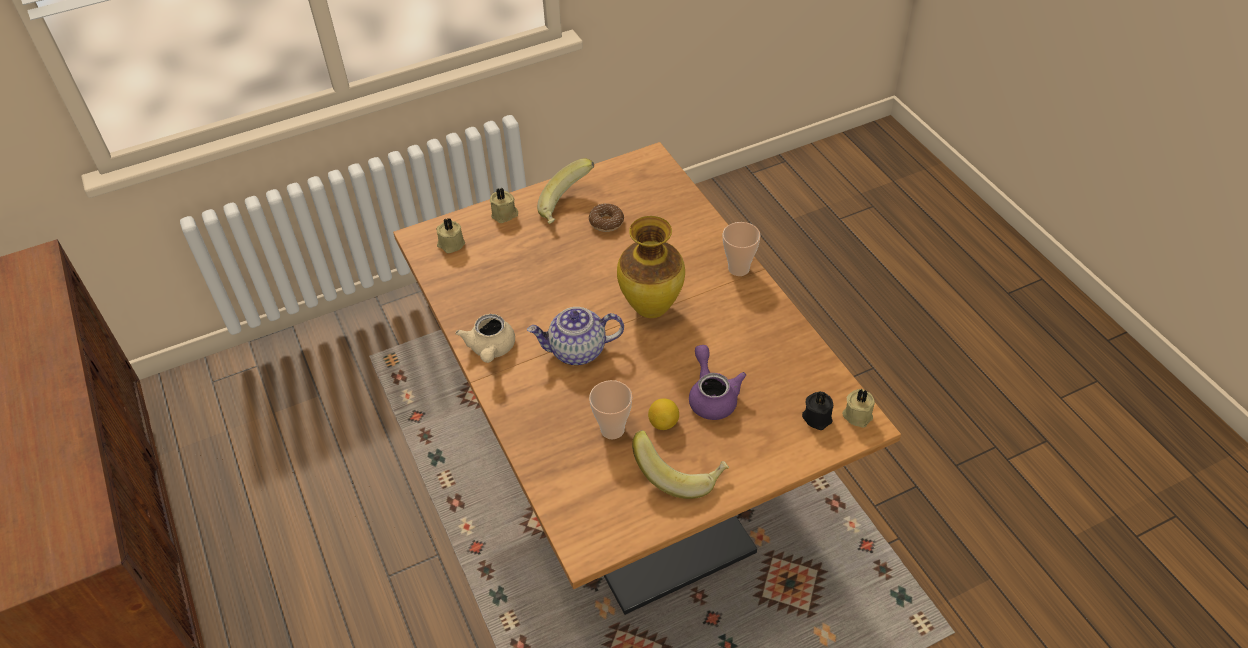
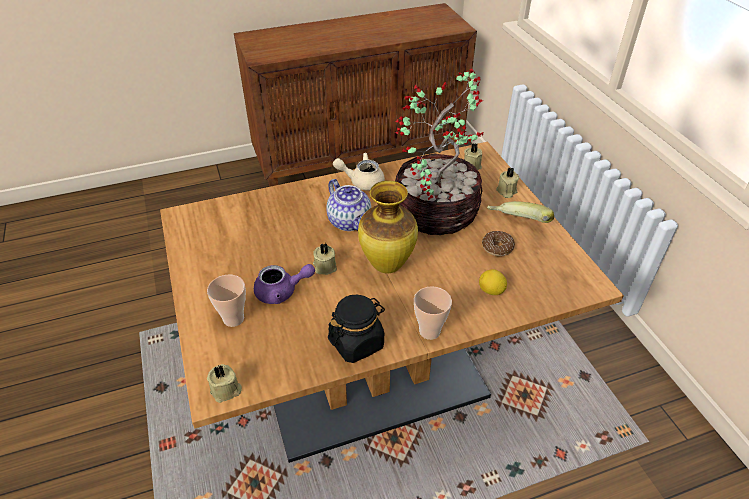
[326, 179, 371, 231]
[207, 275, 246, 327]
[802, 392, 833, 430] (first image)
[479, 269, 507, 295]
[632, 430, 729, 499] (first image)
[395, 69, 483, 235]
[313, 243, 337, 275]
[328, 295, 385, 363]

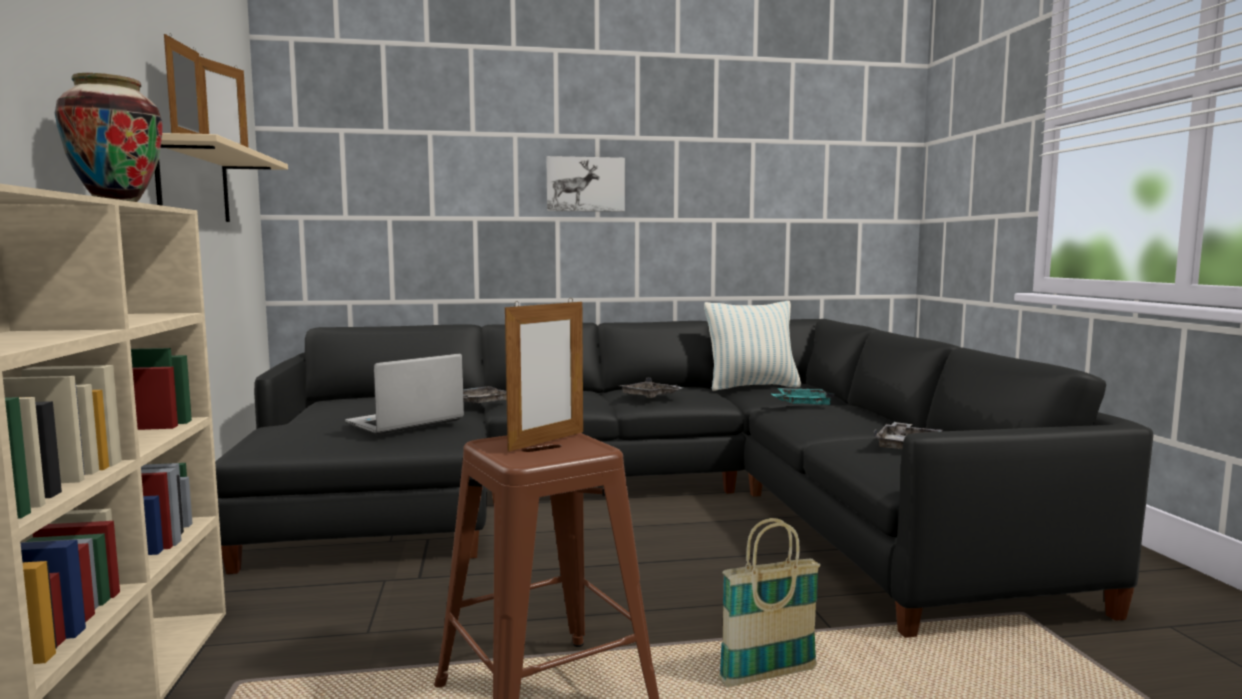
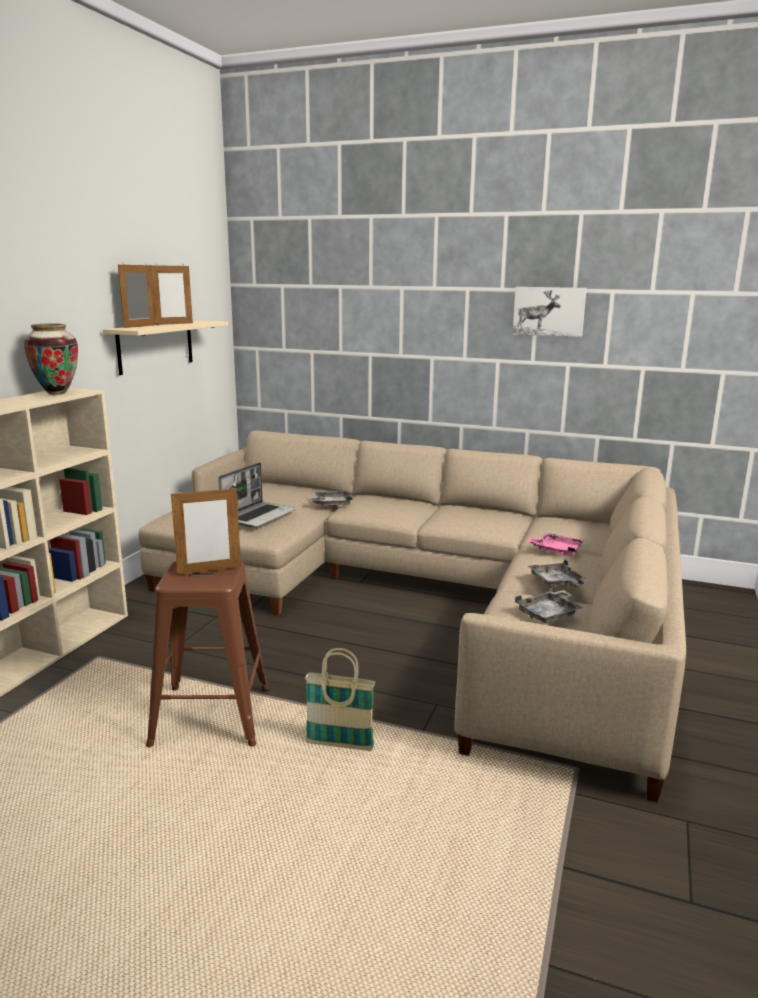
[513, 287, 587, 337]
[704, 301, 801, 391] (first image)
[138, 430, 686, 803]
[218, 462, 296, 528]
[528, 560, 588, 588]
[526, 532, 584, 557]

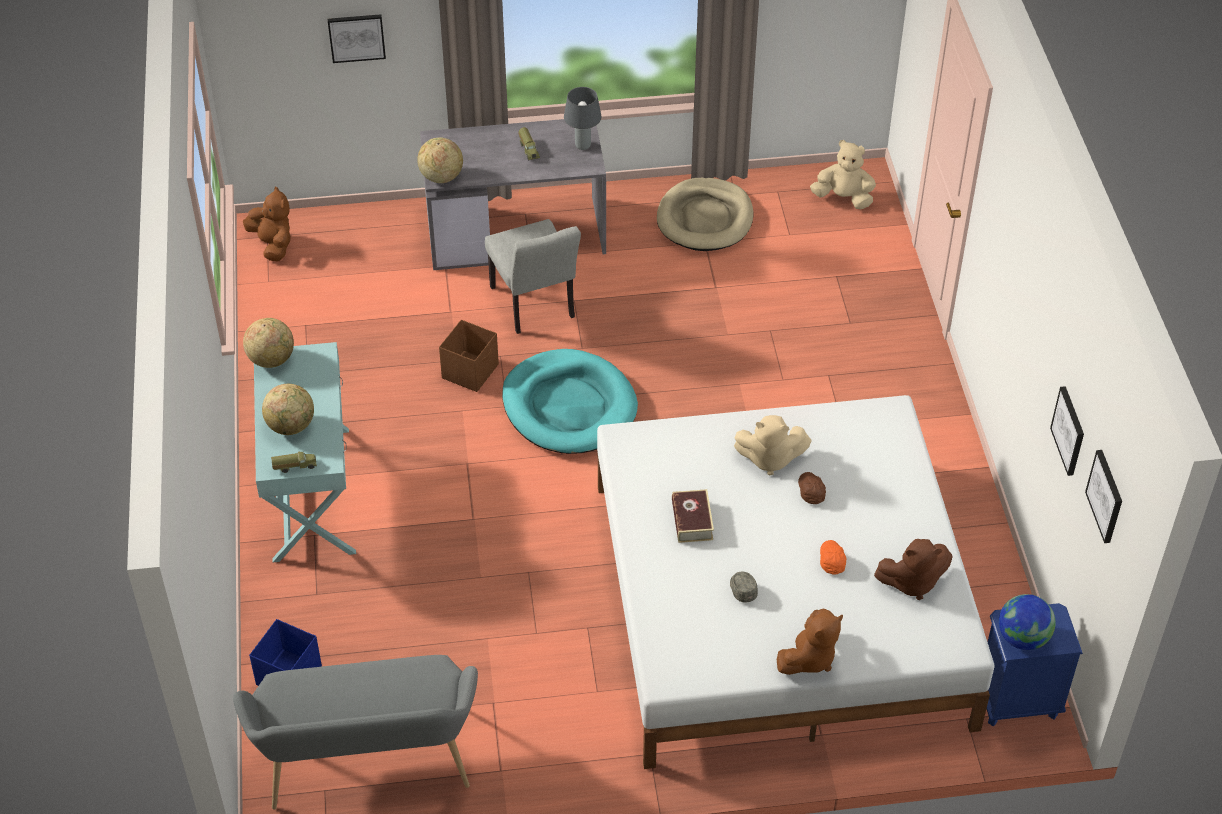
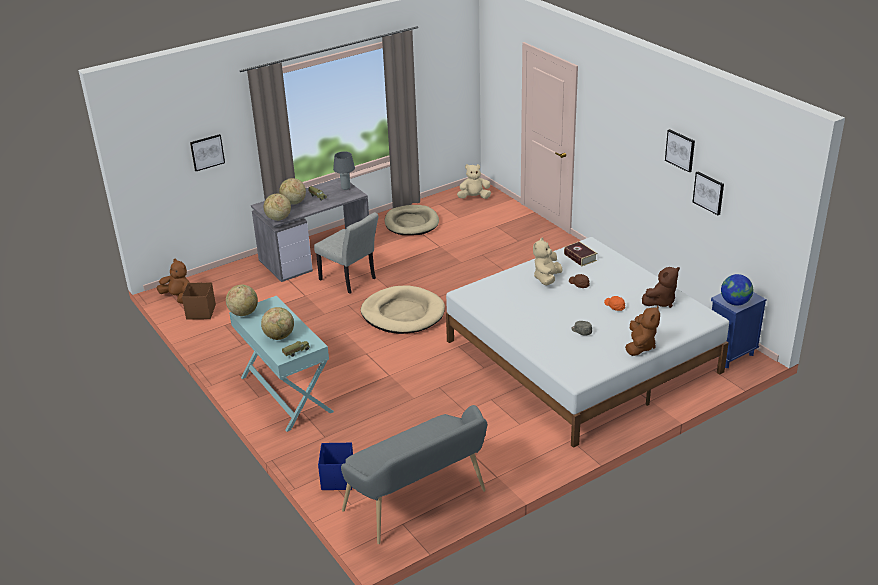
[182, 282, 216, 320]
[361, 286, 445, 334]
[533, 238, 563, 285]
[665, 129, 695, 173]
[564, 241, 597, 266]
[279, 178, 306, 205]

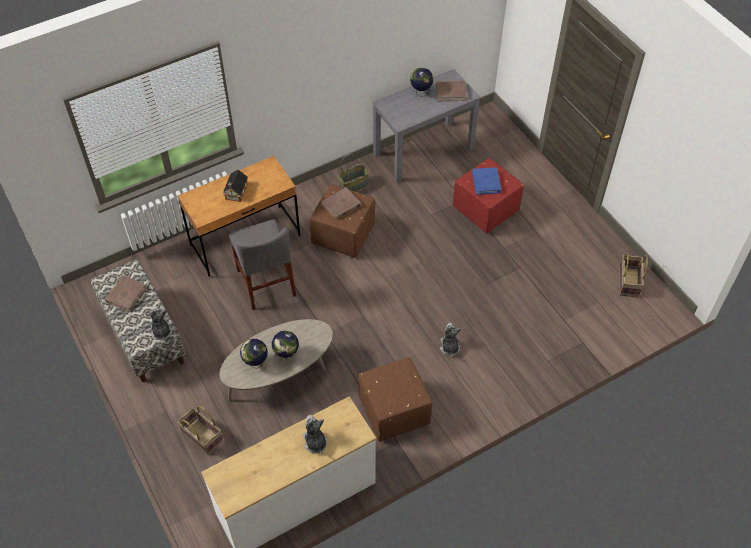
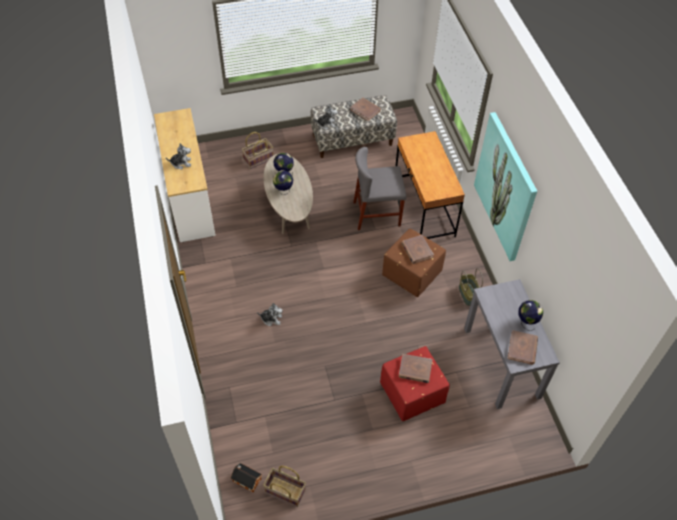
[399, 354, 433, 383]
[230, 463, 262, 492]
[358, 357, 432, 442] (first image)
[474, 112, 537, 261]

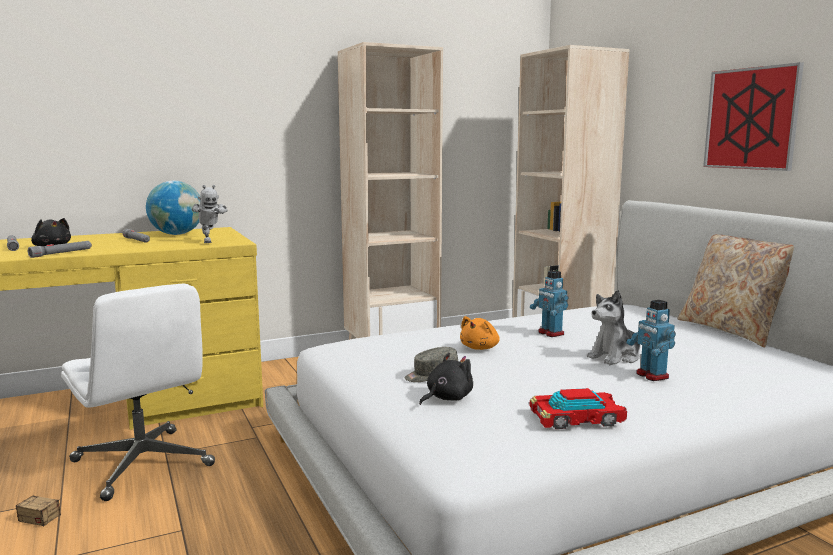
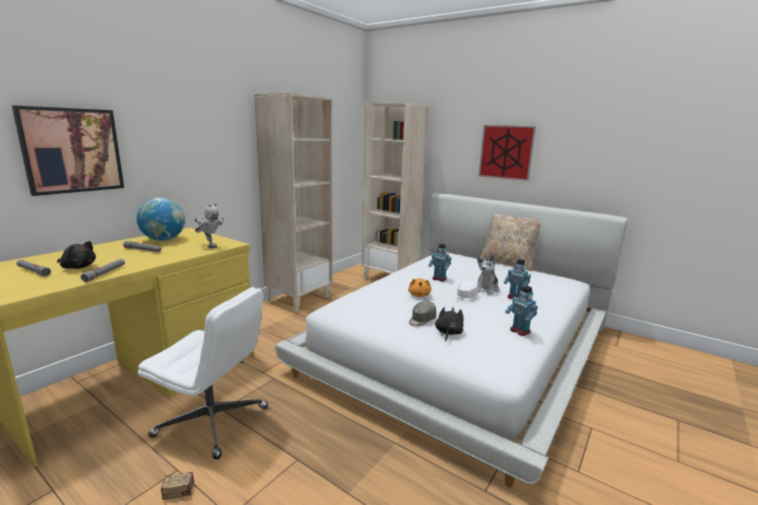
[505, 285, 538, 336]
[12, 105, 124, 196]
[455, 281, 478, 302]

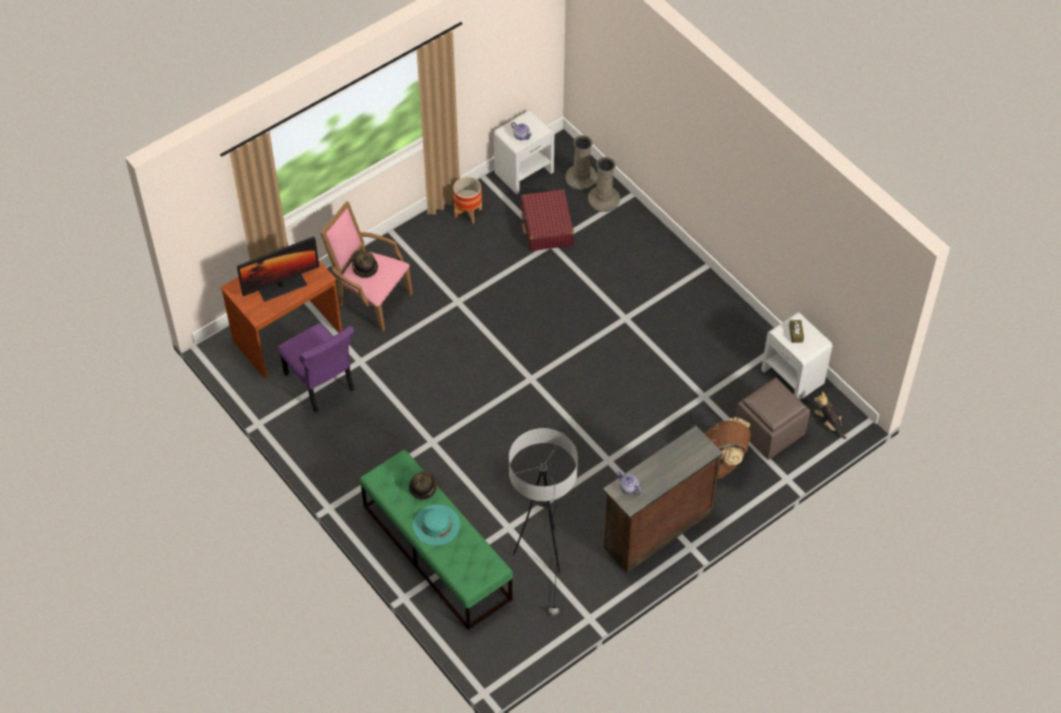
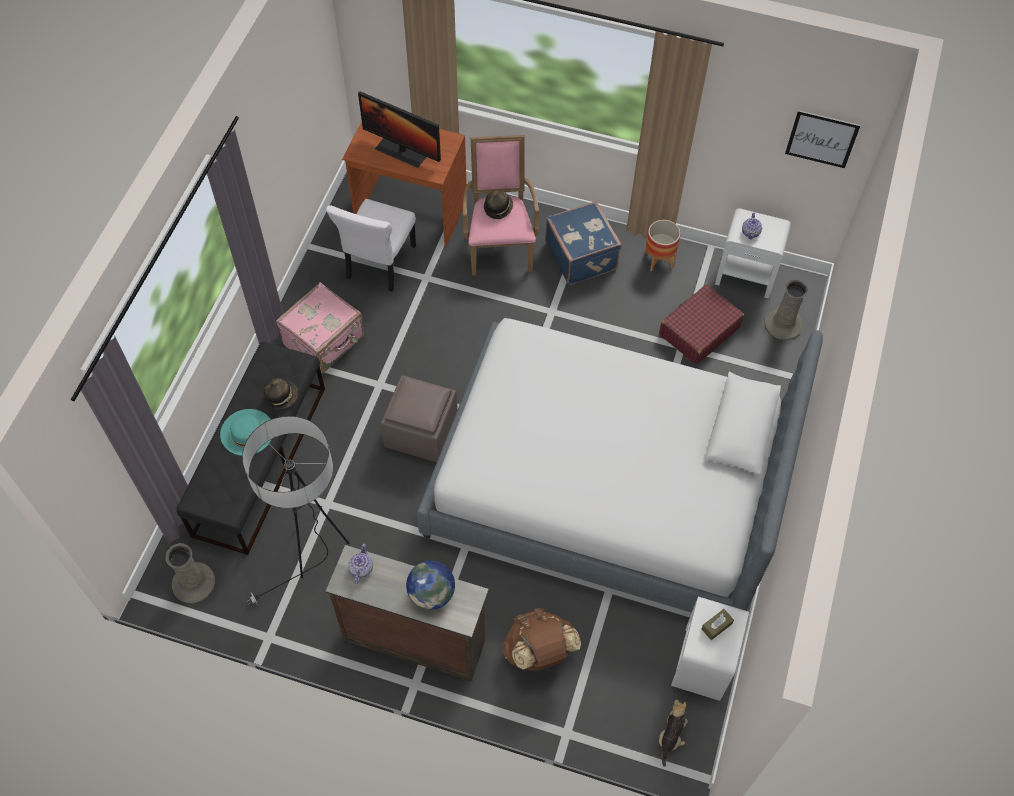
[166, 543, 215, 603]
[326, 199, 416, 292]
[381, 375, 458, 462]
[177, 341, 325, 555]
[785, 110, 860, 168]
[545, 201, 622, 285]
[276, 282, 365, 374]
[417, 318, 823, 613]
[406, 560, 455, 610]

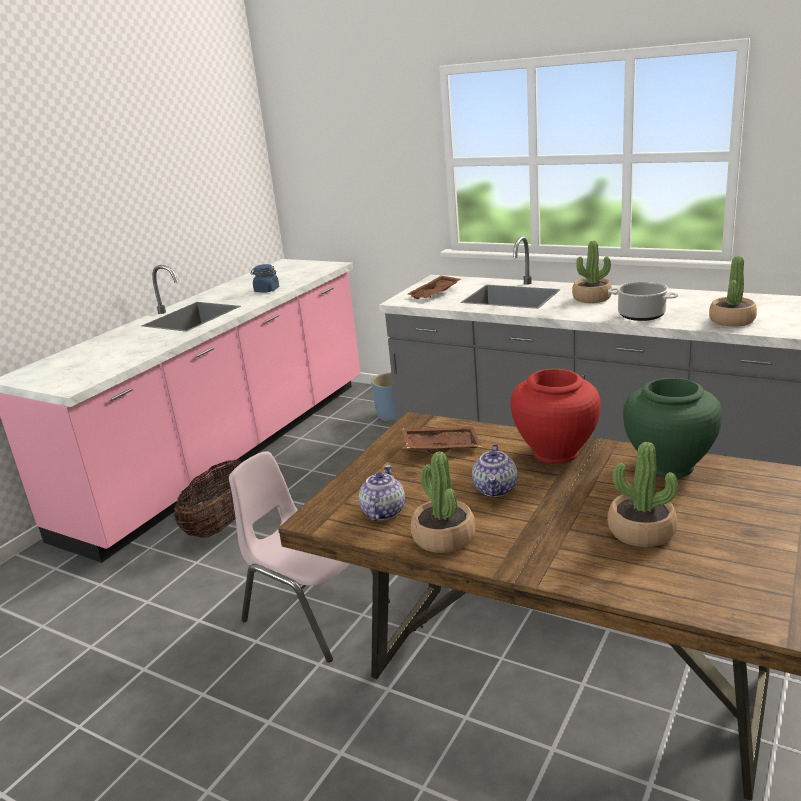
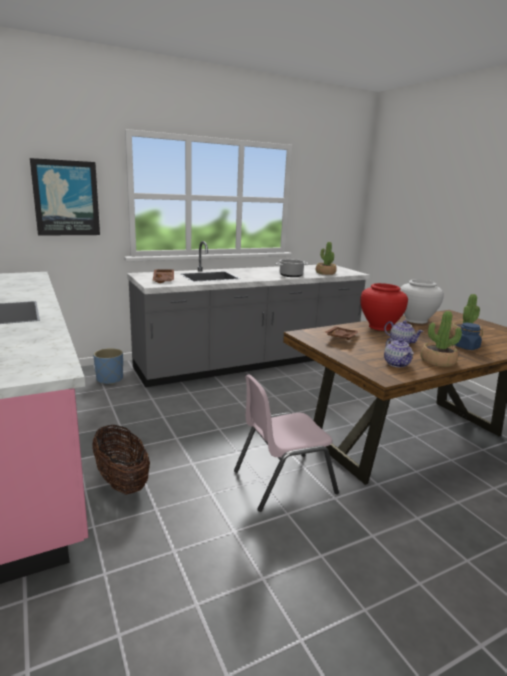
[572, 241, 612, 303] (first image)
[455, 323, 482, 350]
[400, 279, 444, 324]
[384, 338, 414, 367]
[30, 158, 100, 236]

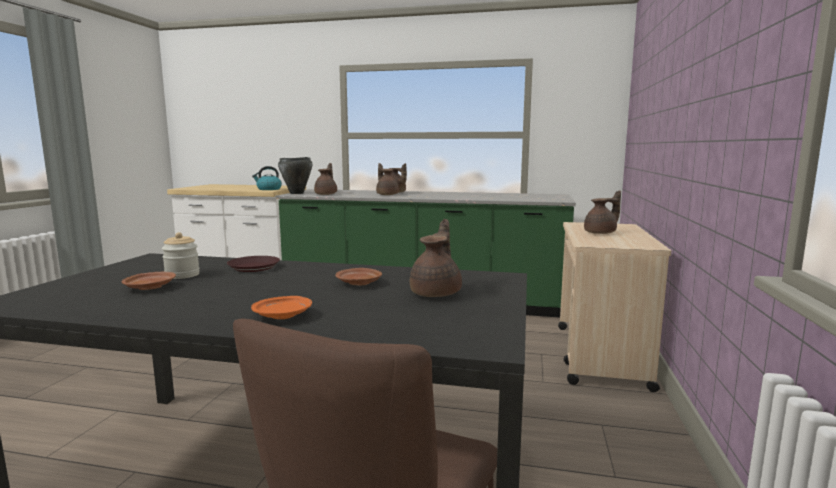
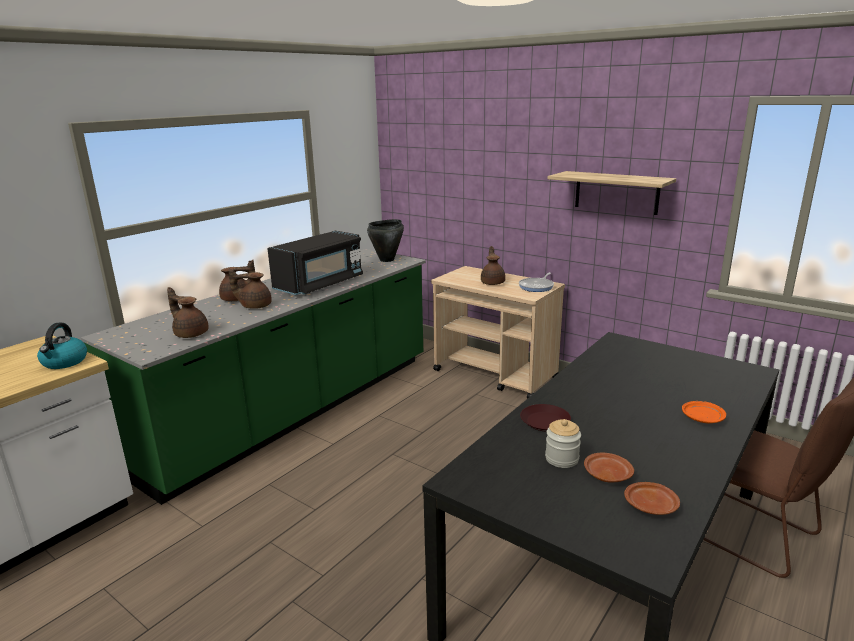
[367, 219, 404, 262]
[410, 219, 462, 297] (first image)
[624, 482, 680, 515]
[548, 171, 676, 215]
[267, 231, 363, 295]
[519, 273, 554, 292]

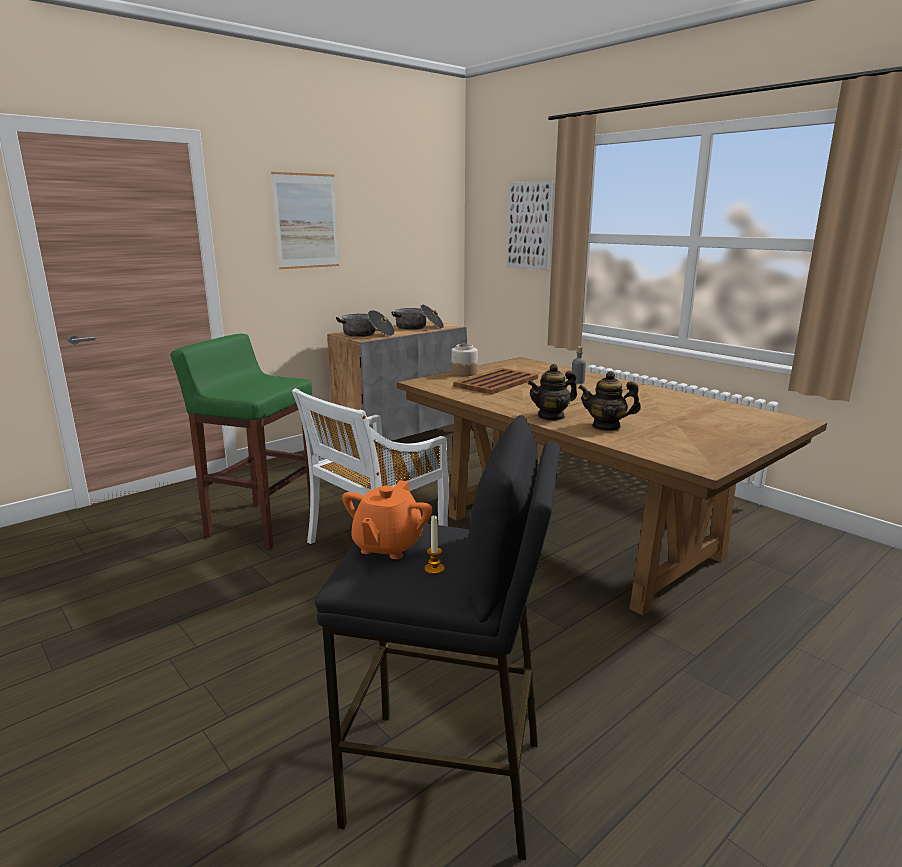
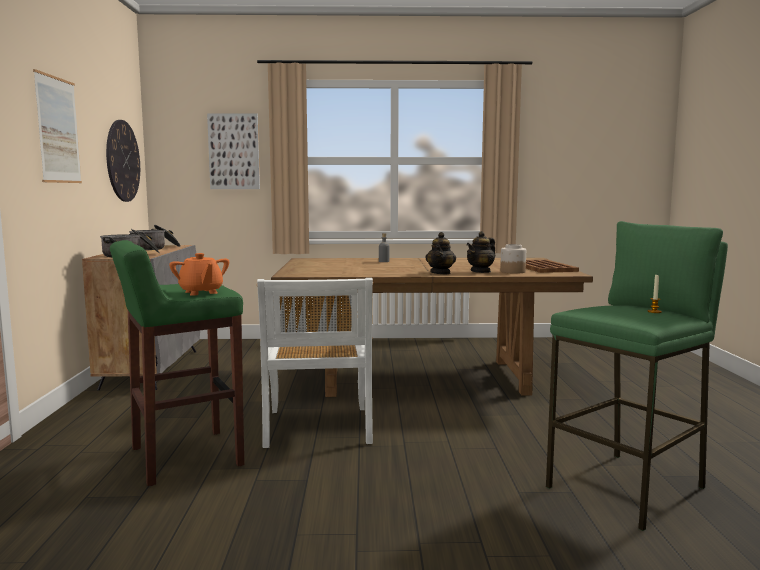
[500, 244, 526, 274]
[526, 260, 579, 273]
[546, 221, 728, 531]
[169, 253, 229, 296]
[106, 120, 140, 202]

